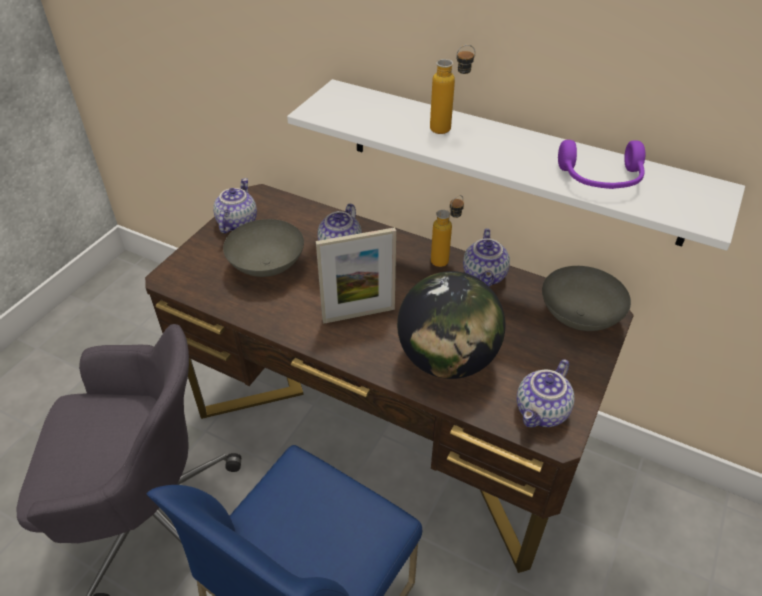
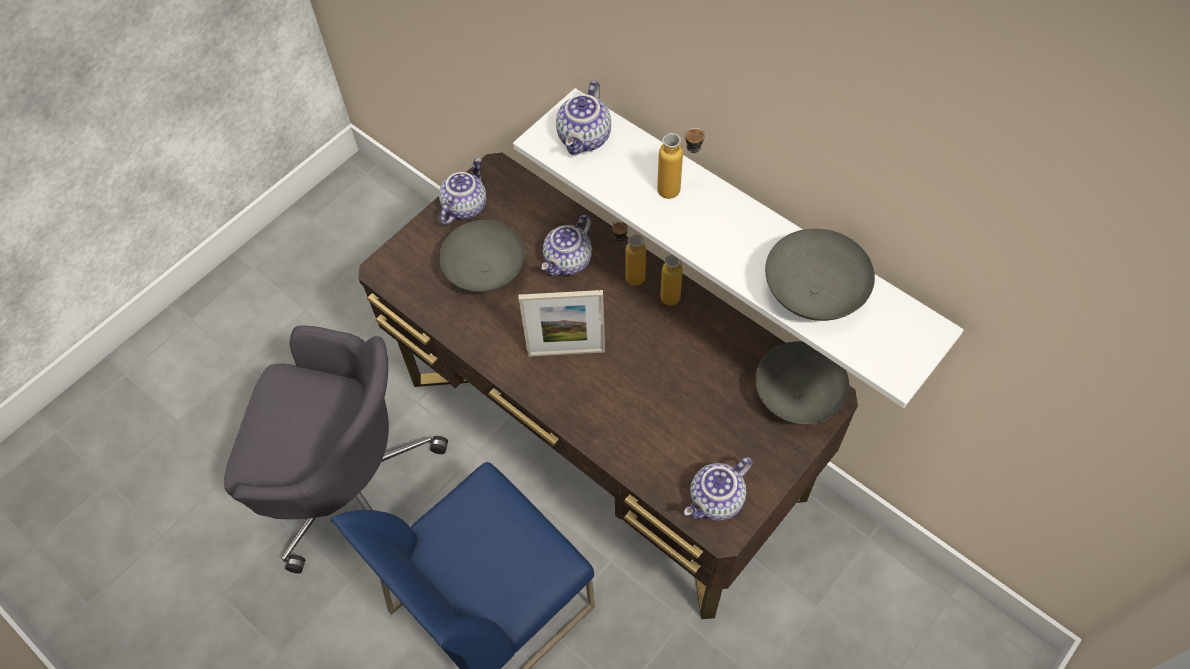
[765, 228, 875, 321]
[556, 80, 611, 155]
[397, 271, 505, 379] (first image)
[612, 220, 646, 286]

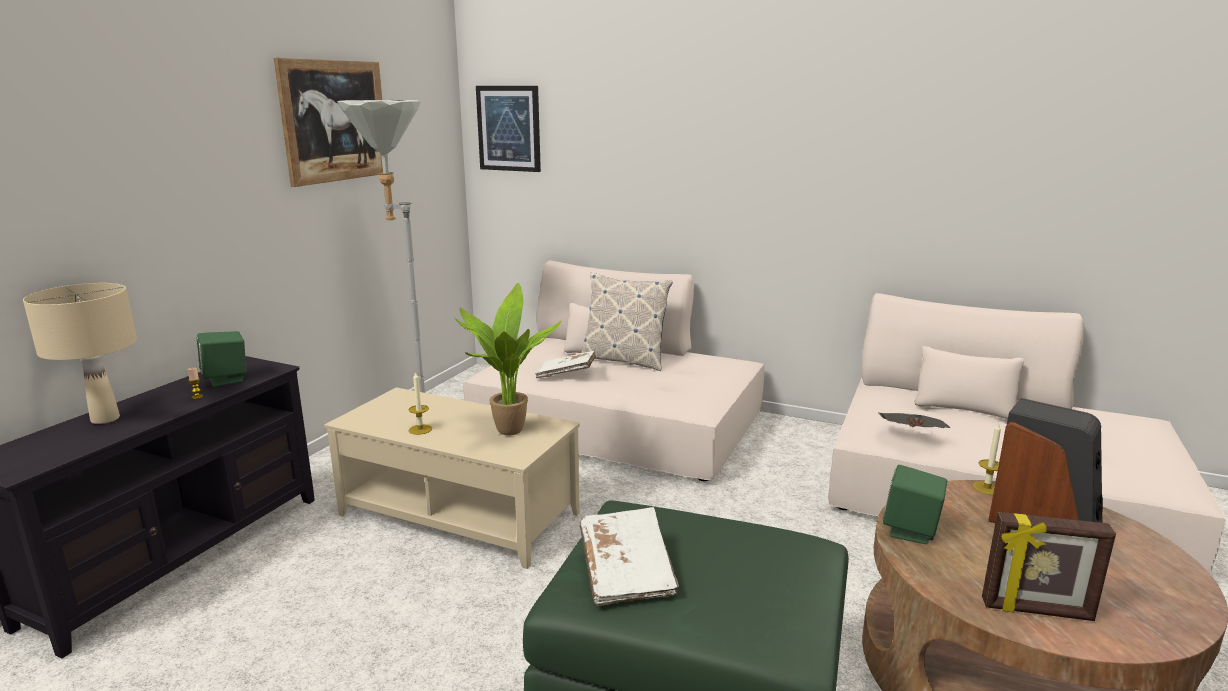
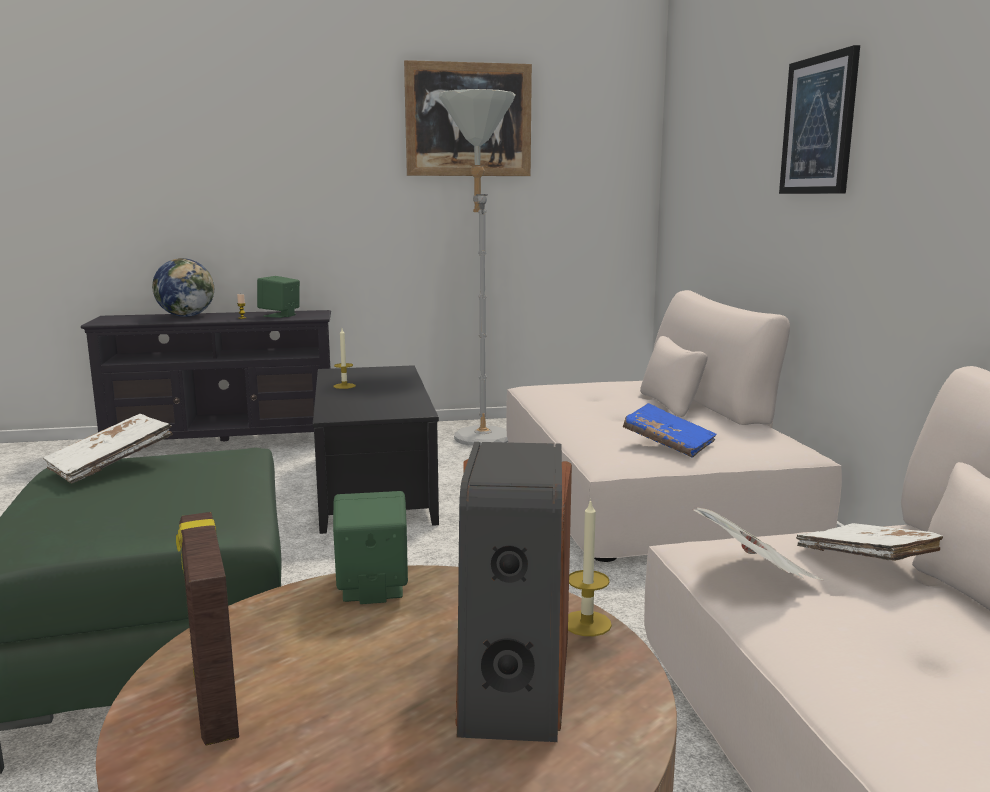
[779, 45, 860, 194]
[581, 273, 673, 371] (first image)
[152, 258, 214, 317]
[454, 283, 562, 435] (first image)
[796, 523, 943, 561]
[313, 365, 439, 534]
[623, 403, 716, 458]

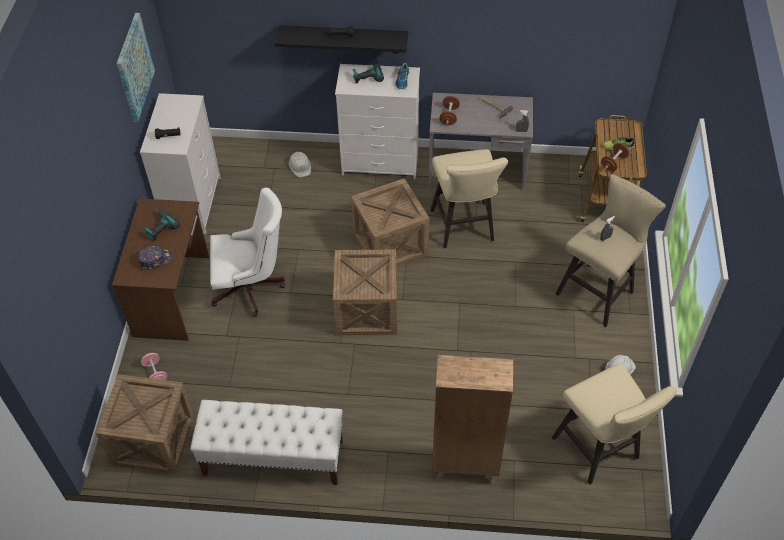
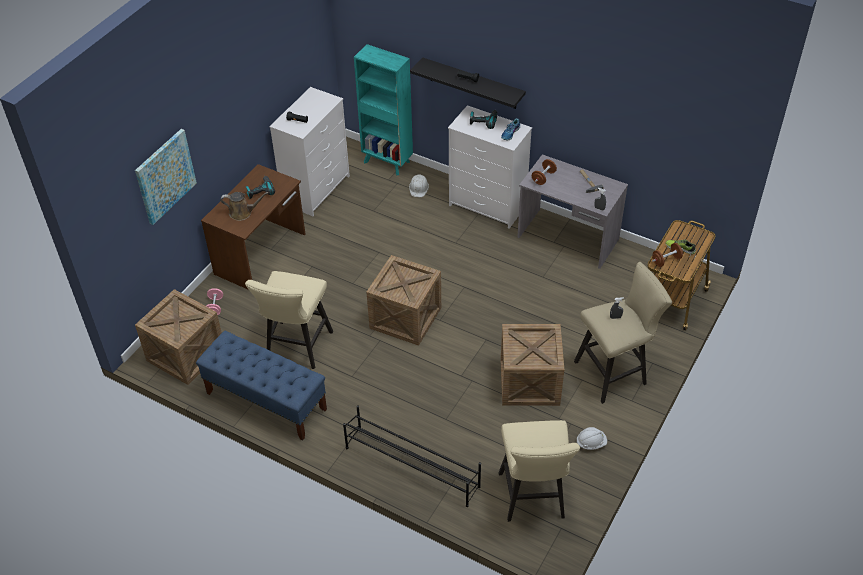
[135, 129, 197, 225]
[245, 271, 333, 369]
[500, 324, 564, 406]
[210, 188, 286, 317] (first image)
[220, 192, 269, 221]
[343, 405, 481, 507]
[196, 331, 327, 440]
[354, 44, 413, 175]

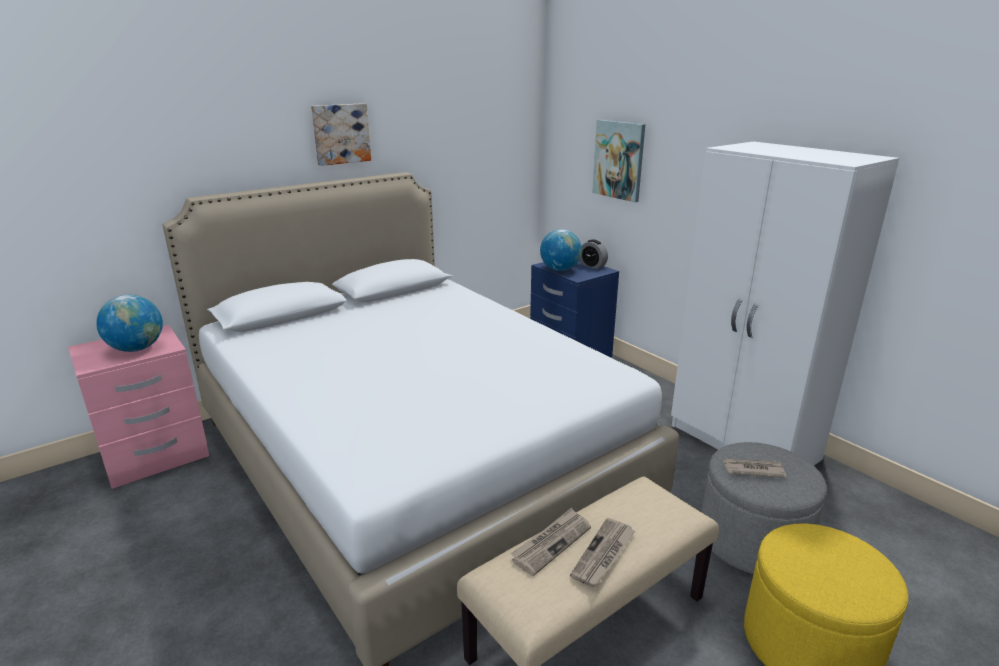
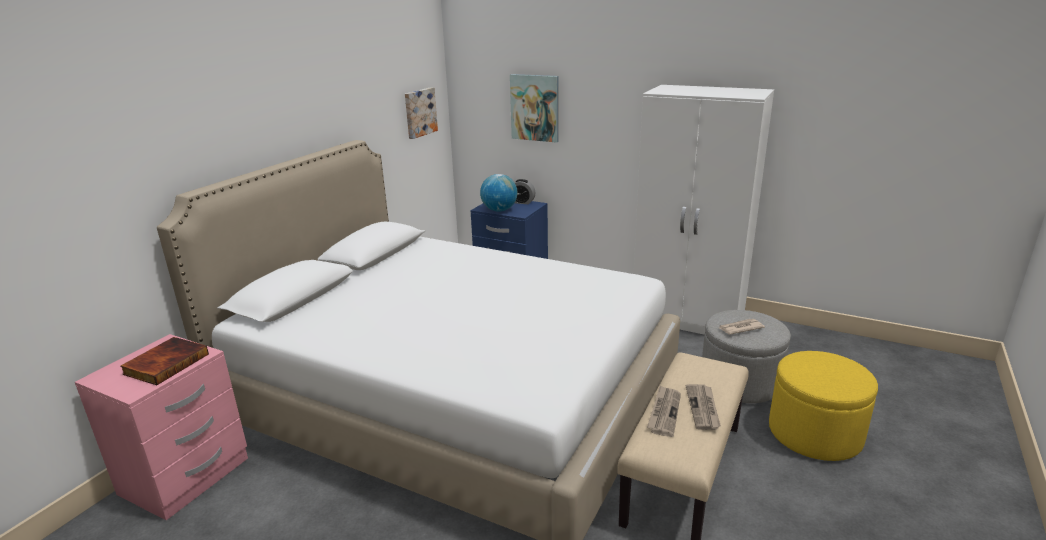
[405, 87, 438, 139]
[120, 337, 209, 385]

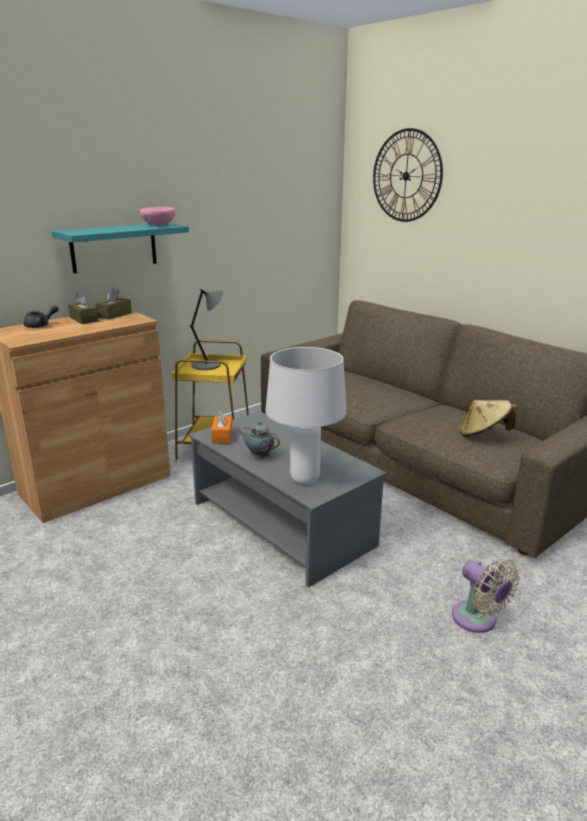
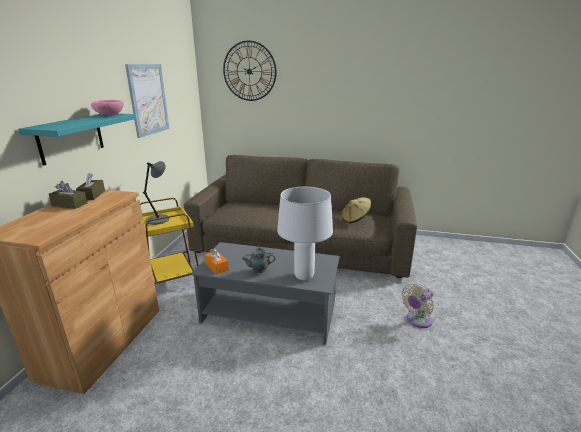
[24, 305, 59, 328] (first image)
[401, 284, 434, 328]
[125, 64, 169, 138]

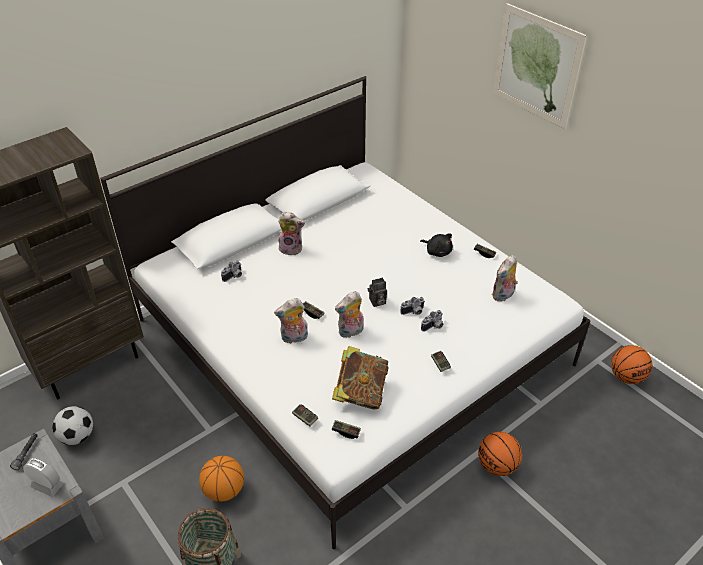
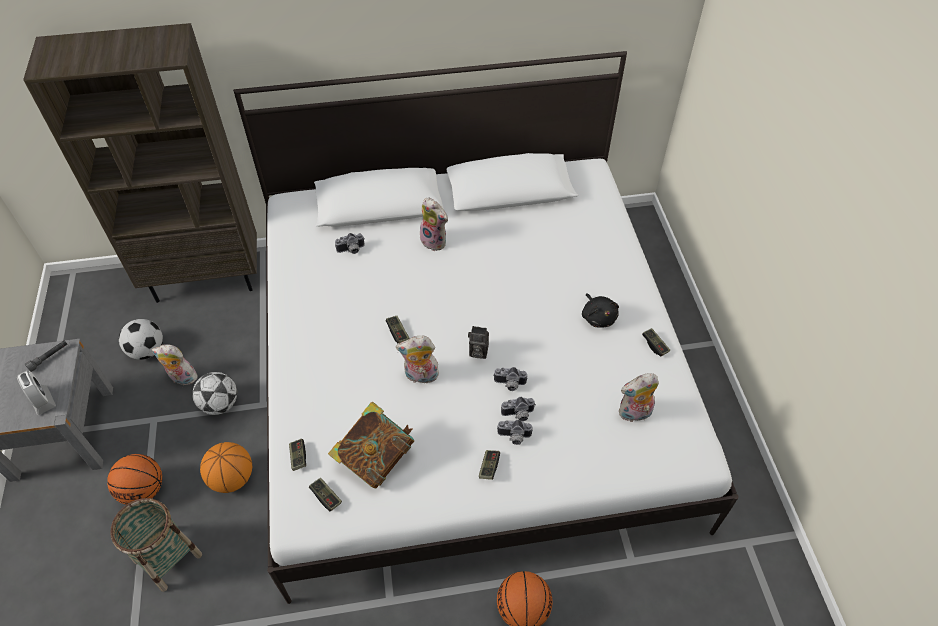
[493, 3, 587, 129] (first image)
[152, 344, 199, 385]
[107, 454, 162, 505]
[192, 372, 237, 415]
[497, 420, 533, 445]

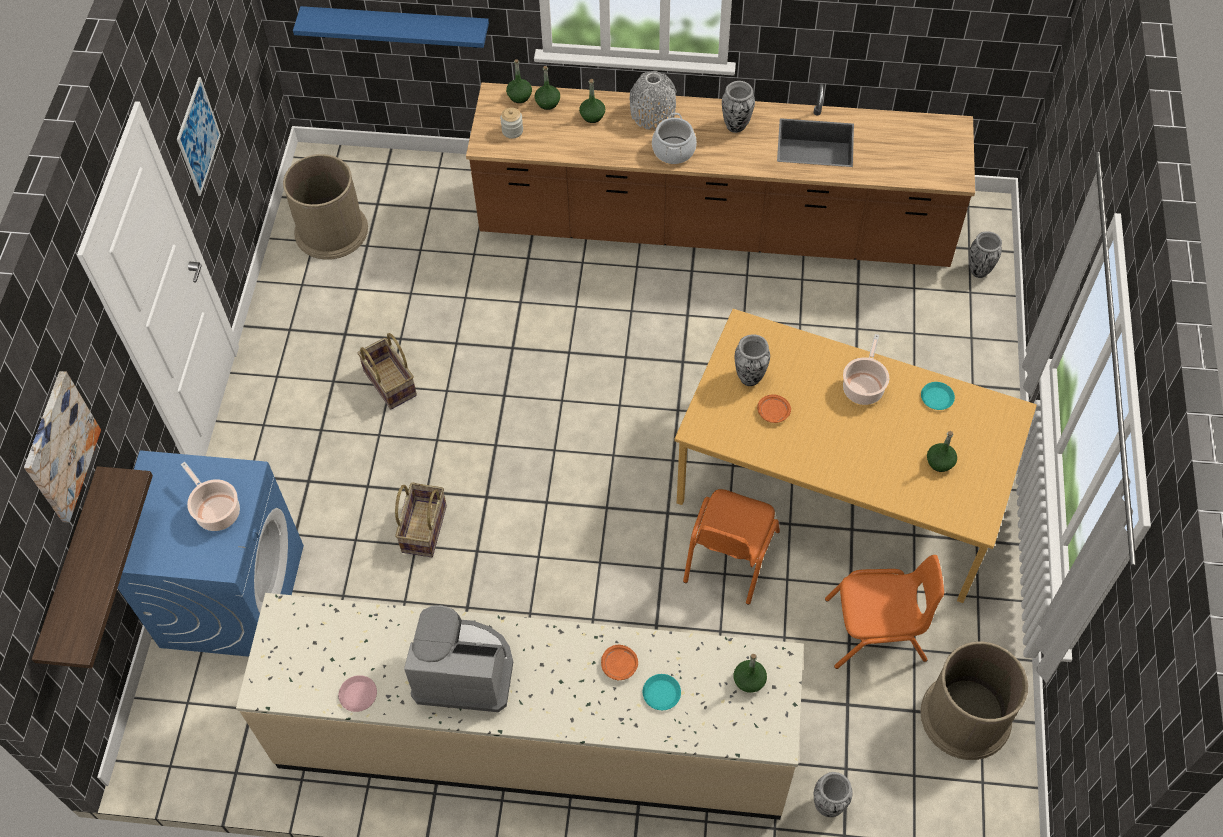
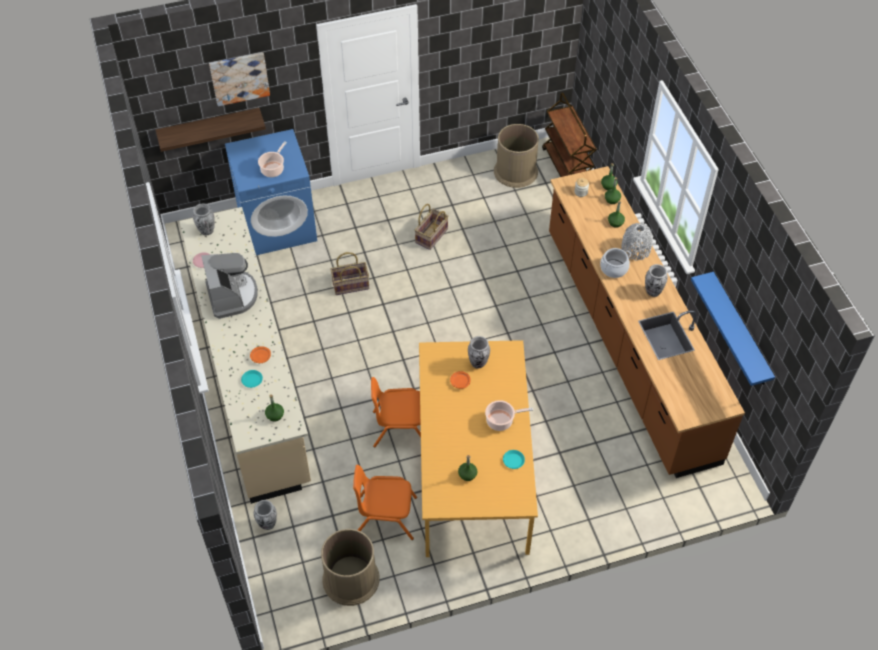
[691, 272, 775, 386]
[177, 77, 221, 196] (first image)
[193, 203, 215, 235]
[353, 465, 417, 540]
[542, 92, 597, 177]

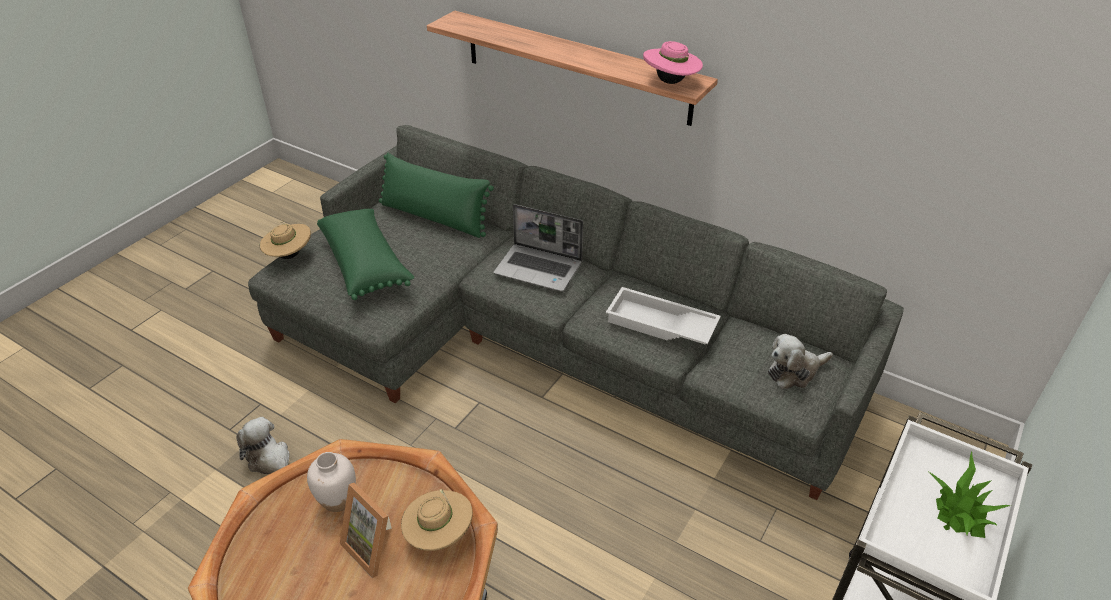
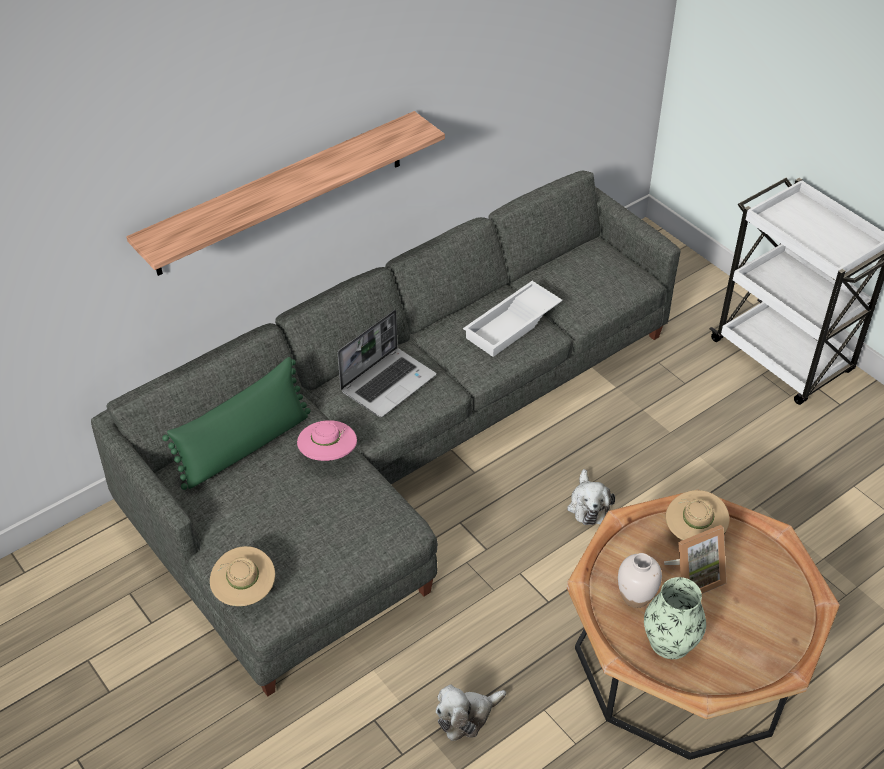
[297, 420, 357, 461]
[317, 209, 414, 300] (first image)
[567, 469, 615, 525]
[929, 451, 1011, 538] (first image)
[644, 577, 706, 659]

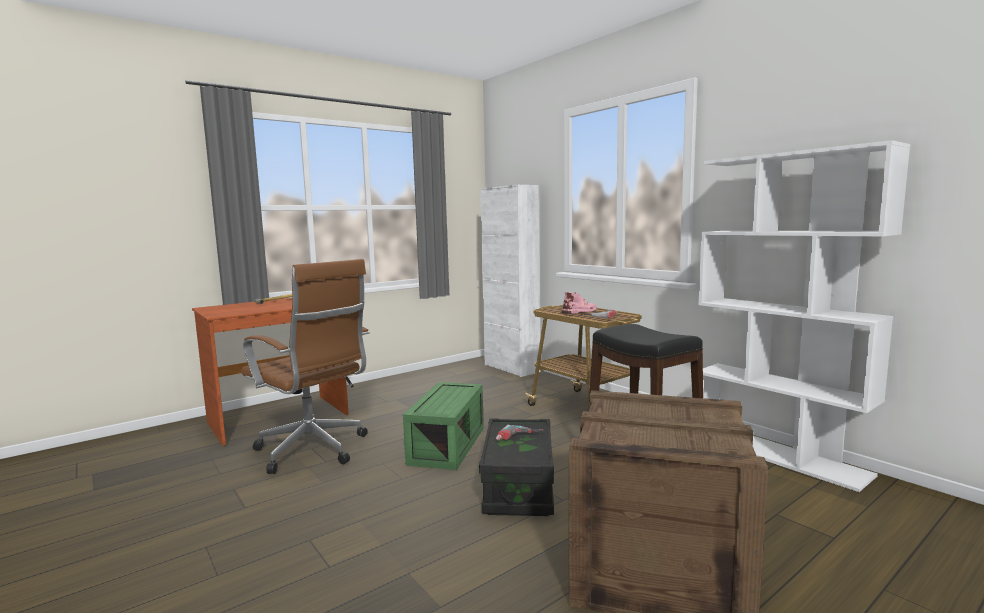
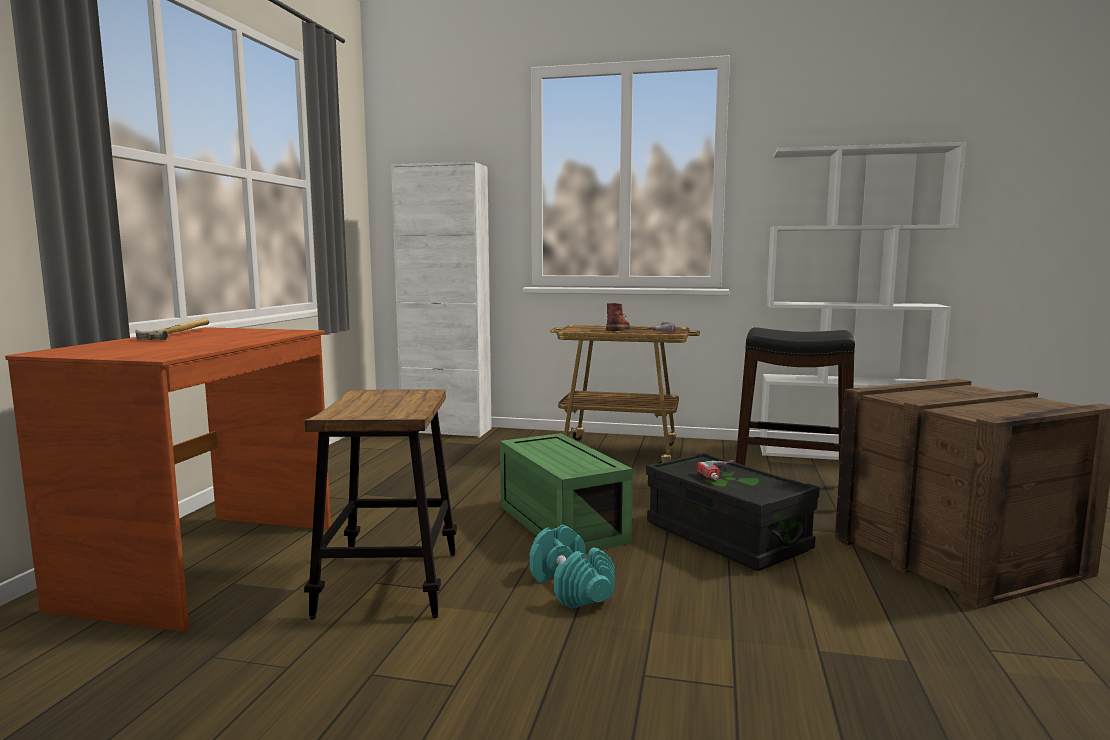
[304, 389, 457, 620]
[606, 303, 630, 331]
[530, 525, 615, 609]

